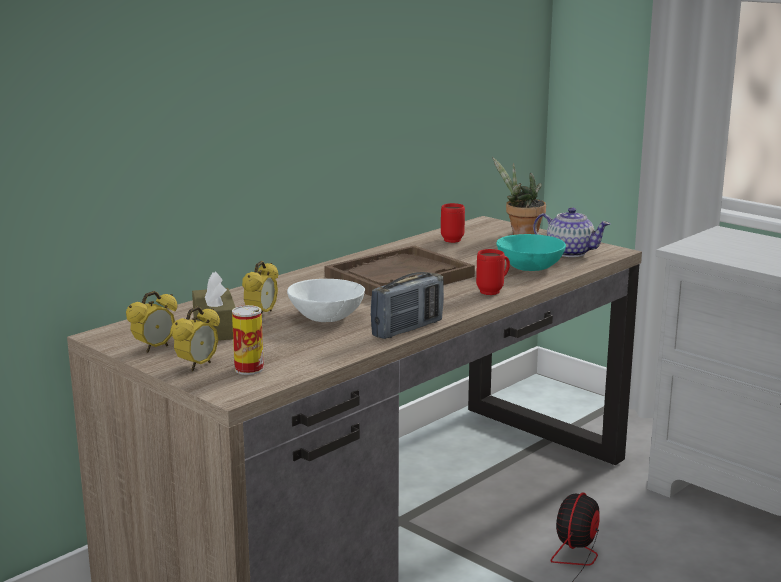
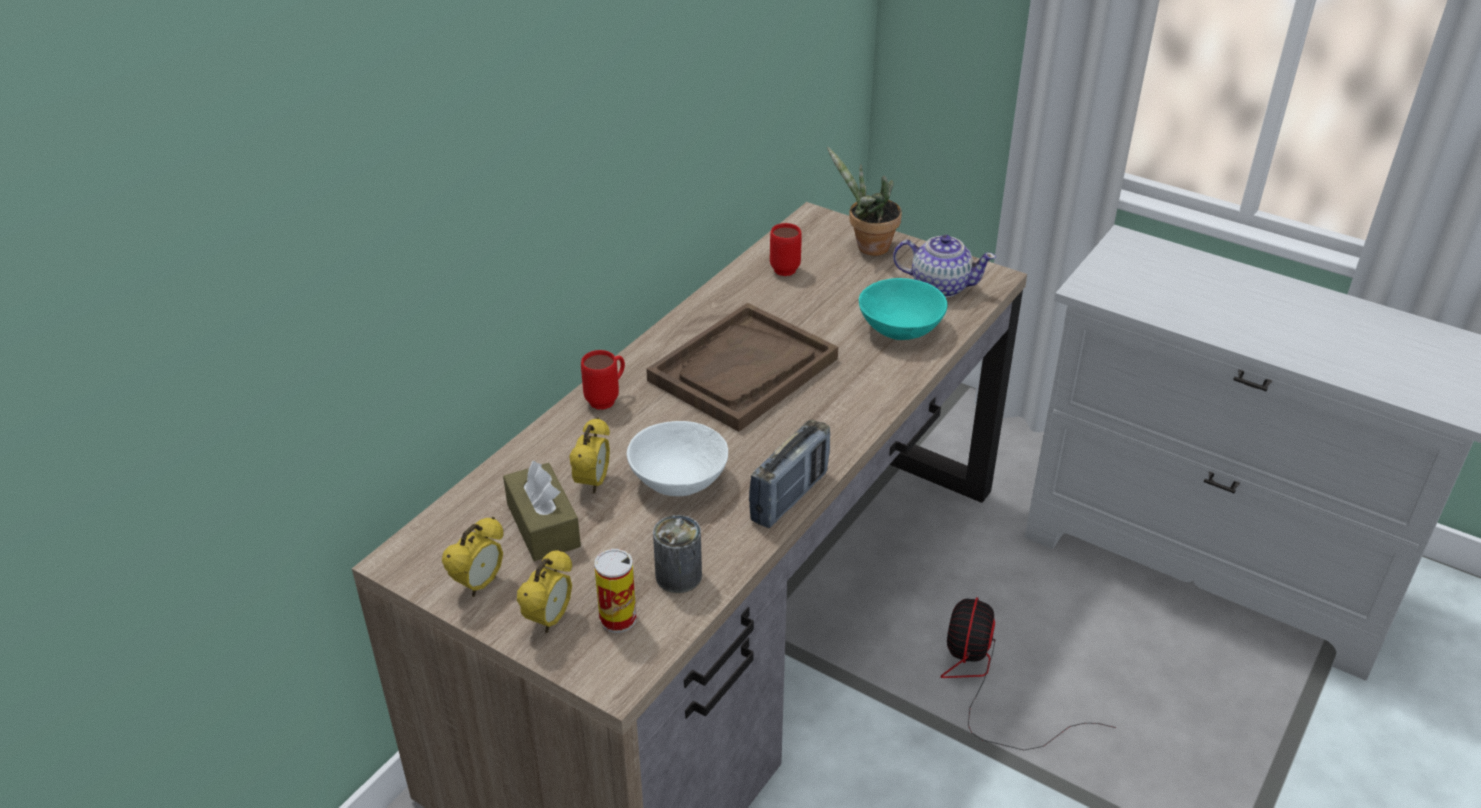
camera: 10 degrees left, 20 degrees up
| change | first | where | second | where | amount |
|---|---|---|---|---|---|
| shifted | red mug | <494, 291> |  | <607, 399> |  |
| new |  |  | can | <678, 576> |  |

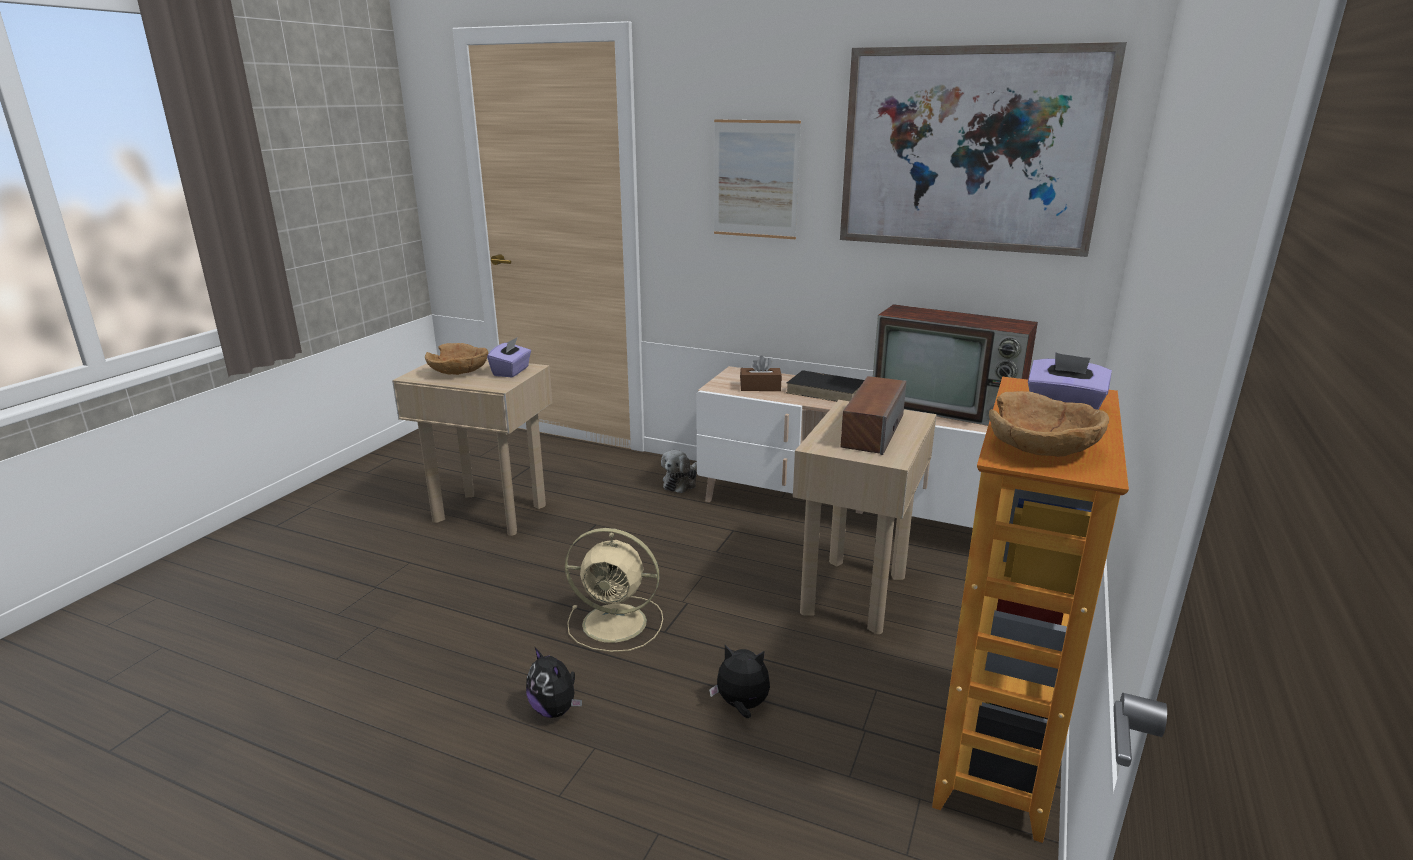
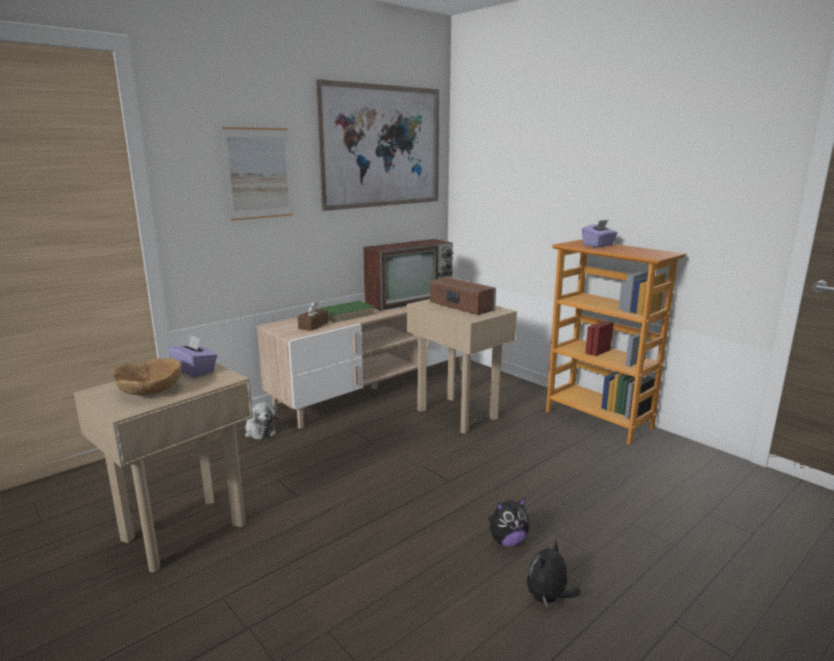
camera: 65 degrees left, 5 degrees down
| change | first | where | second | where | amount |
|---|---|---|---|---|---|
| gone | beige fan | <617, 623> |  |  |  |
| shifted | plush toy | <742, 706> |  | <548, 598> |  |
| repainted | black book | <827, 391> | green book | <346, 314> |  |
| gone | brown bowl | <1042, 447> |  |  |  |

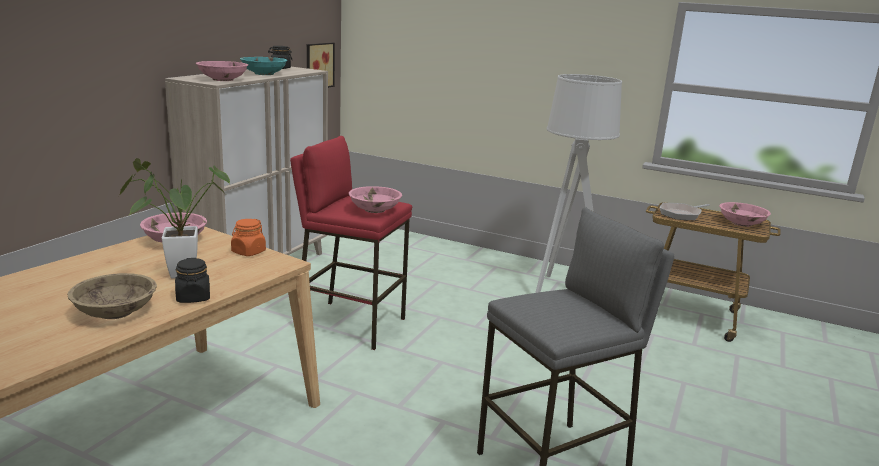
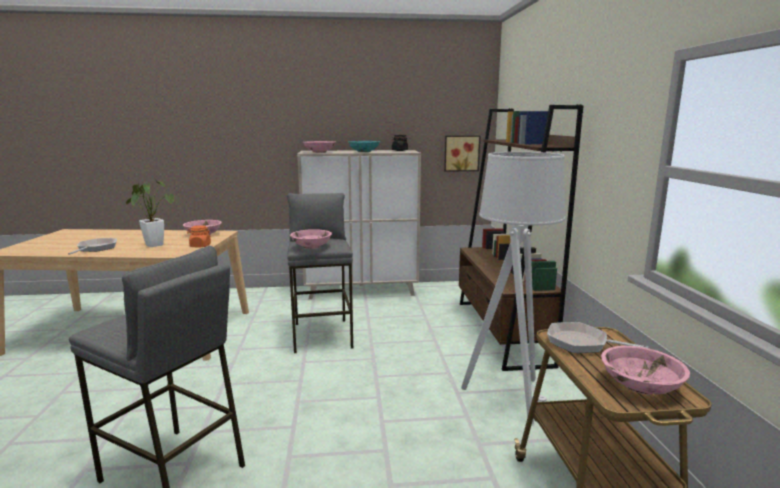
camera: 60 degrees right, 5 degrees down
| change | first | where | second | where | amount |
|---|---|---|---|---|---|
| swapped | beige bowl | <115, 312> | frying pan | <96, 248> |  |
| gone | black jar | <193, 297> |  |  |  |
| repainted | red stool | <350, 324> | grey stool | <322, 335> |  |
| new |  |  | brown bookcase | <501, 331> |  |

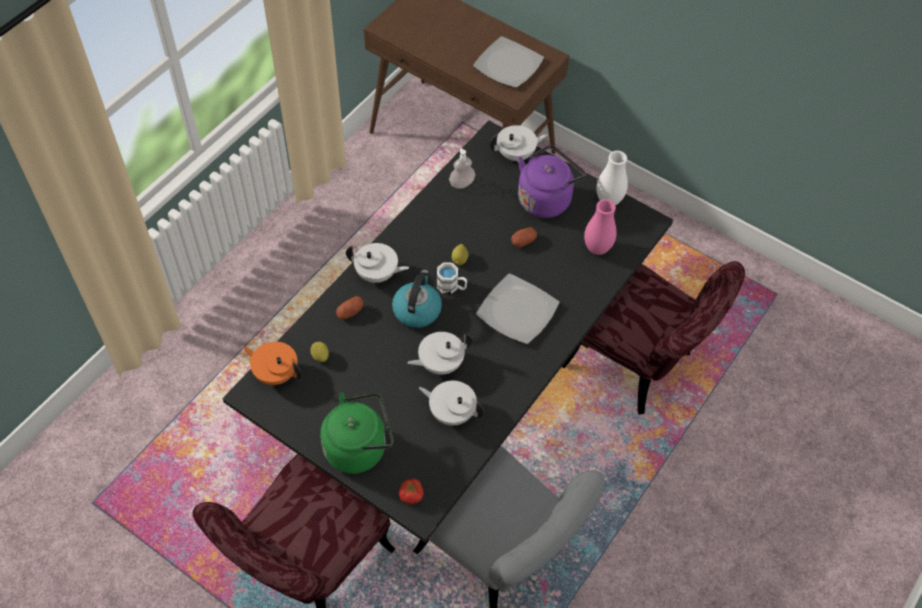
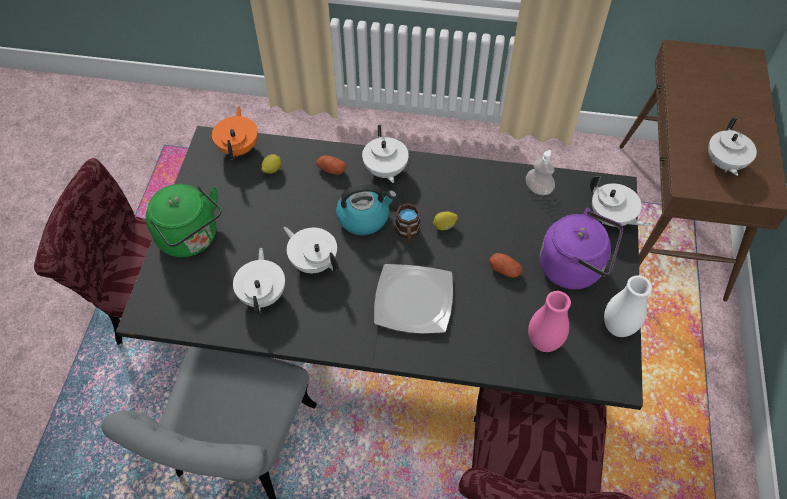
camera: 65 degrees right, 0 degrees up
| change | first | where | second | where | amount |
|---|---|---|---|---|---|
| gone | tomato | <411, 495> |  |  |  |
| repainted | white mug | <451, 287> | brown mug | <408, 233> |  |
| swapped | plate | <508, 65> | white teapot | <723, 164> |  |

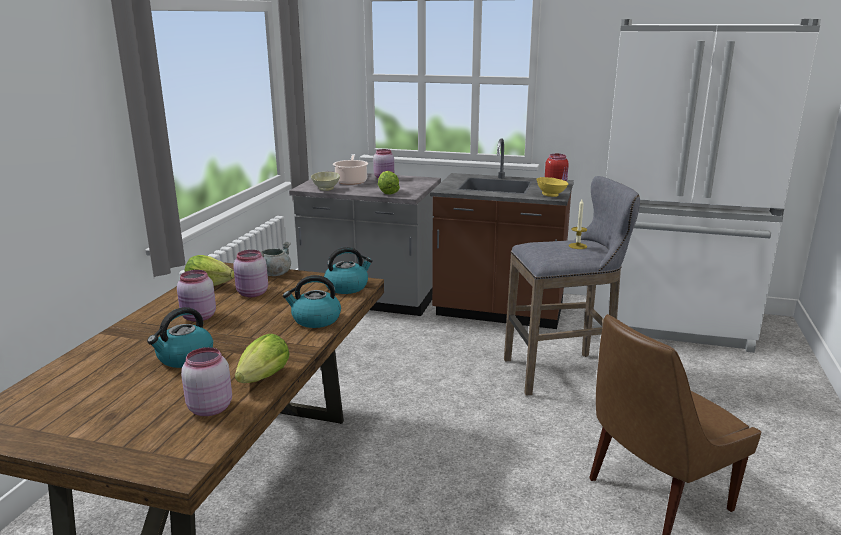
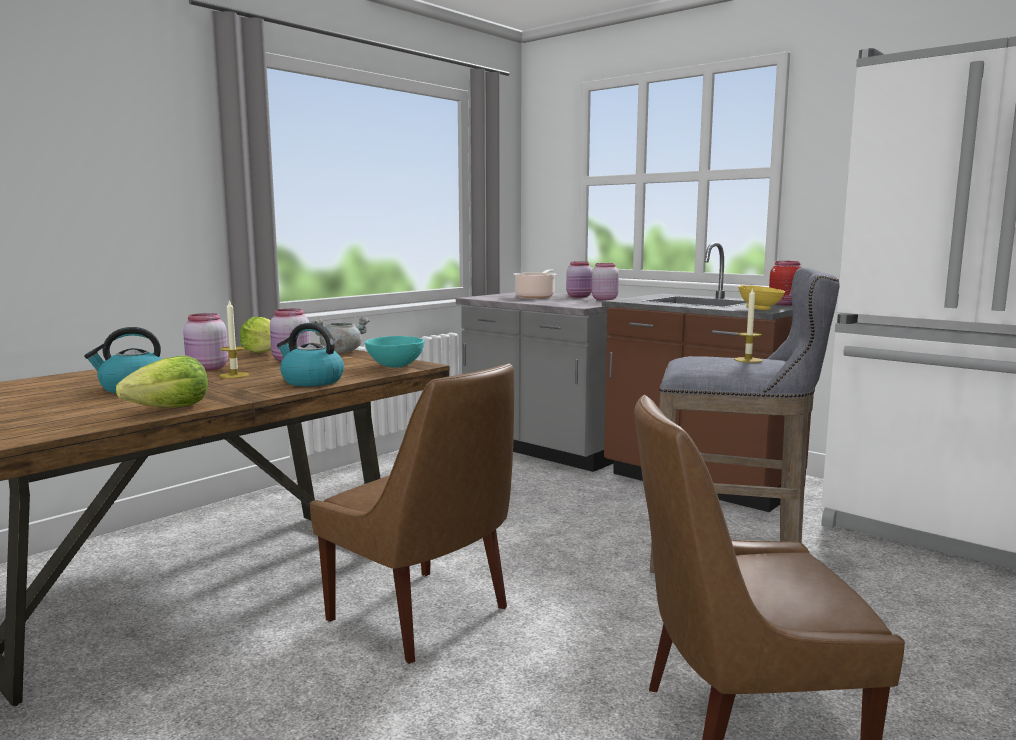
camera: 25 degrees right, 10 degrees down
| change | first | where | second | where | amount |
|---|---|---|---|---|---|
| shifted | pink jar | <209, 408> |  | <603, 299> |  |
| gone | beige bowl | <325, 189> |  |  |  |
| swapped | kettle | <347, 287> | turquoise bowl | <396, 366> |  |
| gone | lettuce | <387, 192> |  |  |  |
| new |  |  | candle | <234, 375> |  |
| new |  |  | brown chair | <423, 616> |  |

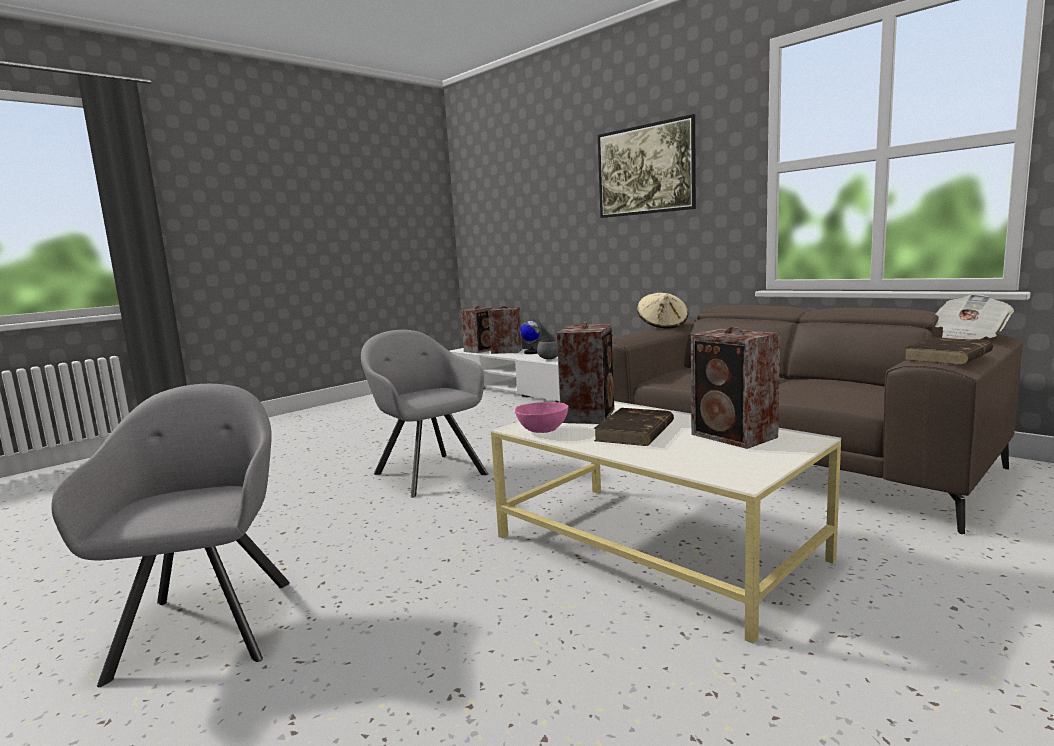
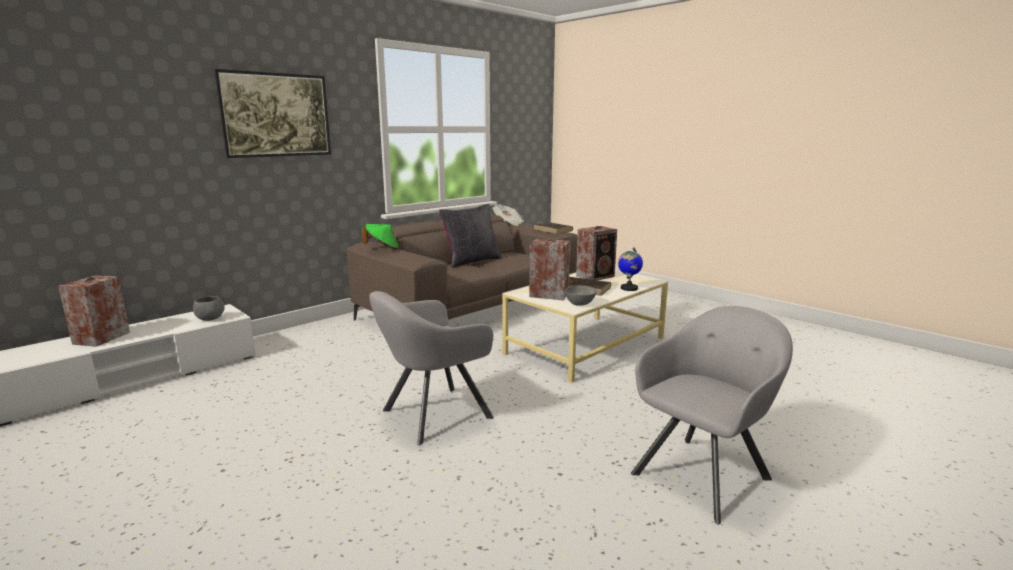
camera: 90 degrees left, 5 degrees up
| change | first | where | second | where | amount |
|---|---|---|---|---|---|
| rotated | grey armchair | <208, 622> |  | <704, 473> | 150 degrees clockwise |
| gone | speaker | <481, 350> |  |  |  |
| repainted | pink bowl | <543, 431> | grey bowl | <580, 303> |  |
| shifted | globe | <531, 352> |  | <628, 288> |  |
| repainted | beige hat | <663, 326> | green hat | <382, 249> |  |
| new |  |  | black pillow | <472, 261> |  |

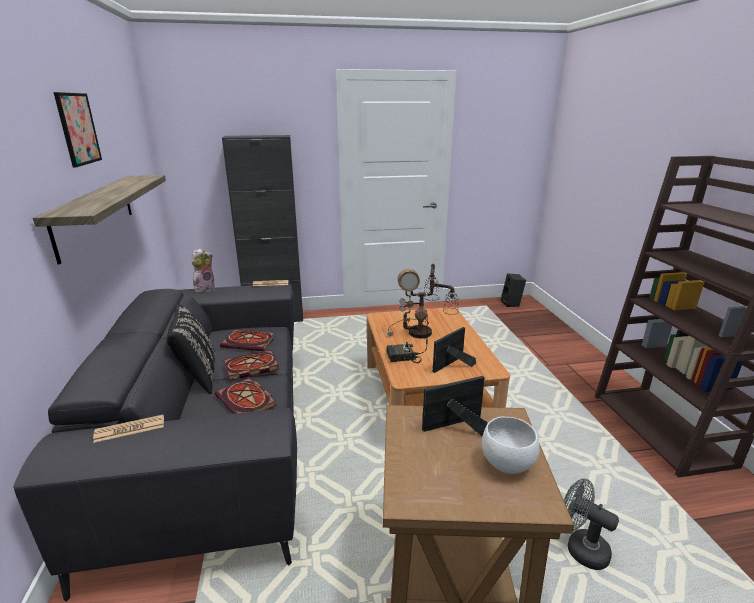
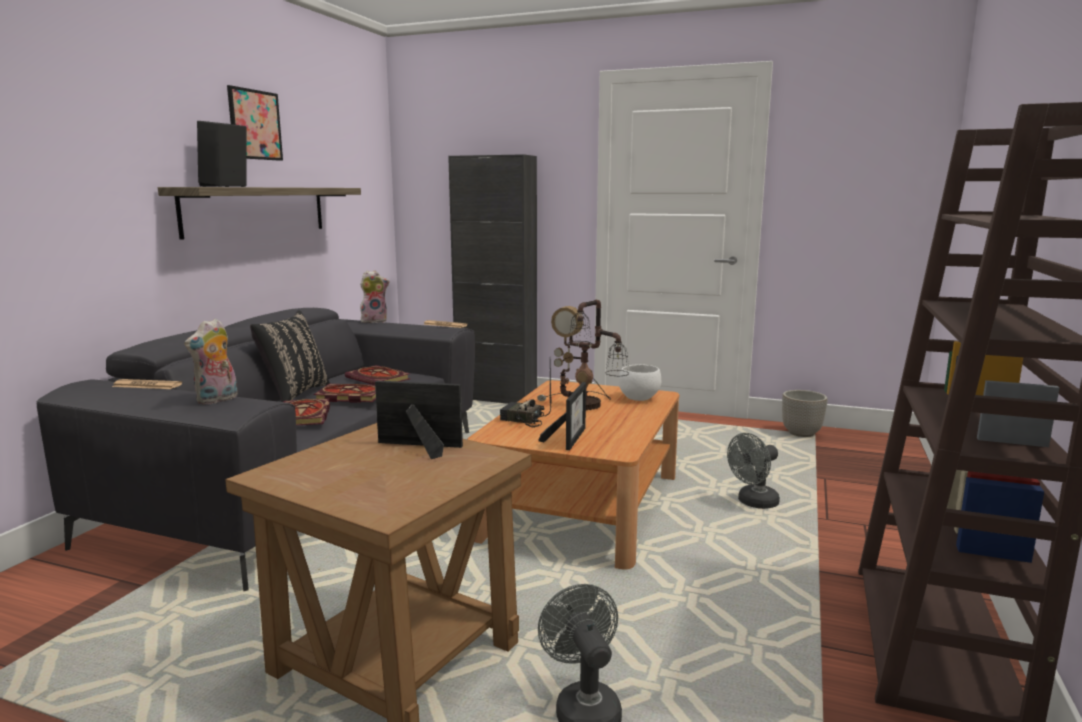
camera: 30 degrees right, 10 degrees down
| change | first | where | second | where | amount |
|---|---|---|---|---|---|
| rotated | picture frame | <451, 366> |  | <569, 437> | 120 degrees clockwise |
| shifted | white bowl | <505, 464> |  | <638, 398> |  |
| shifted | black speaker | <512, 303> |  | <225, 186> |  |
| new |  |  | plush toy | <217, 400> |  |
| new |  |  | grey fan | <753, 503> |  |
| new |  |  | planter | <801, 434> |  |

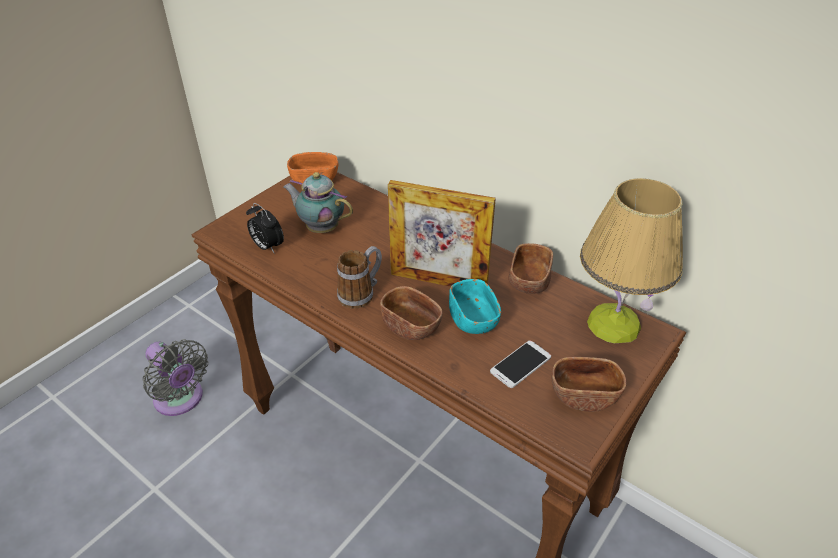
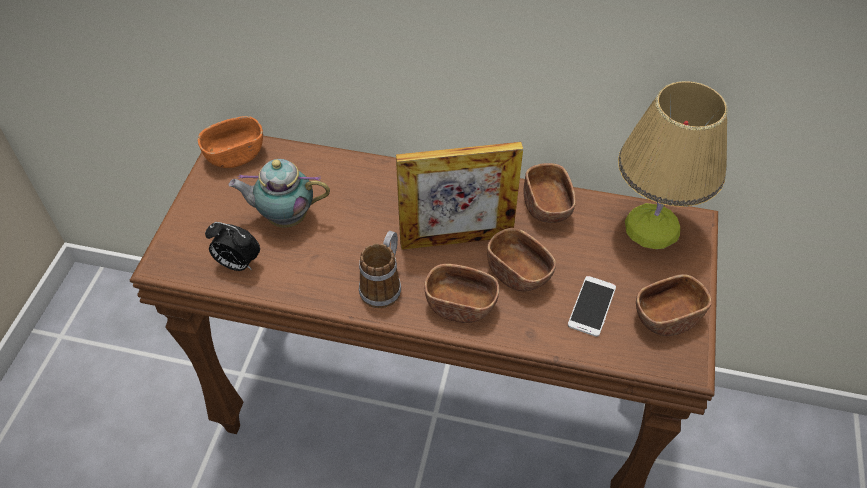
camera: 25 degrees left, 10 degrees up
| change | first | where | second | where | amount |
|---|---|---|---|---|---|
| gone | grey fan | <181, 400> |  |  |  |
| repainted | turquoise bowl | <473, 320> | brown bowl | <518, 273> |  |

